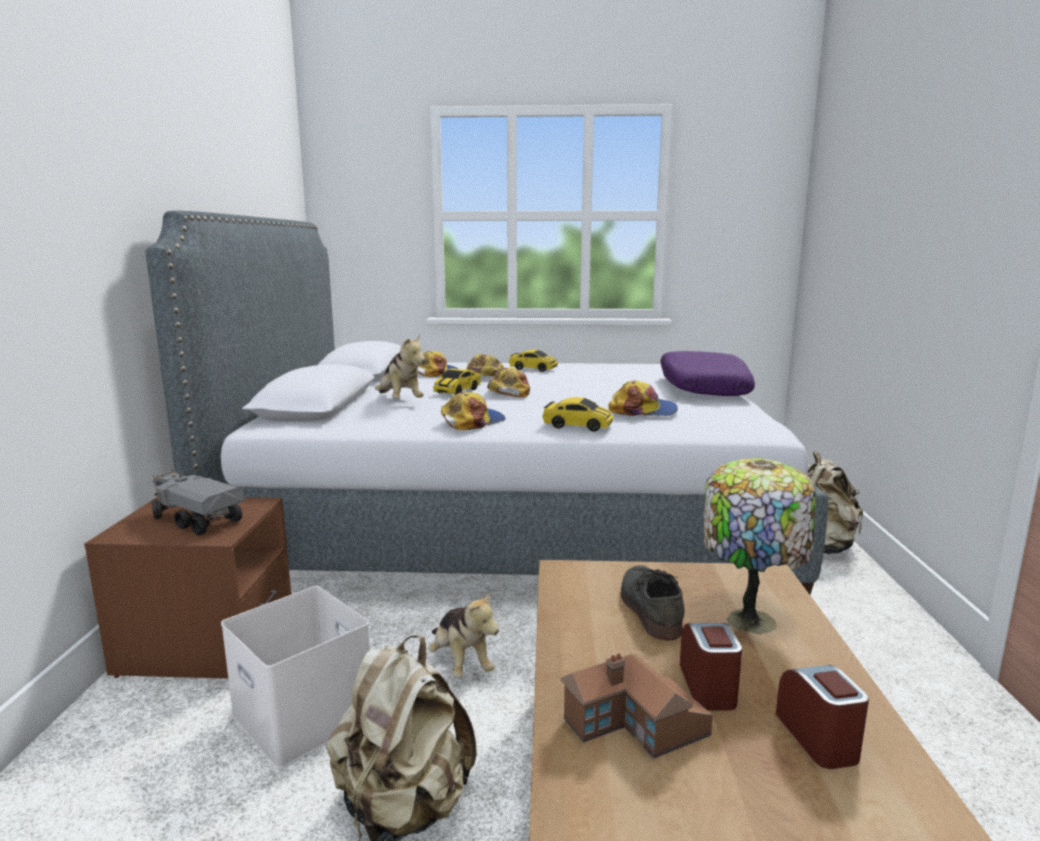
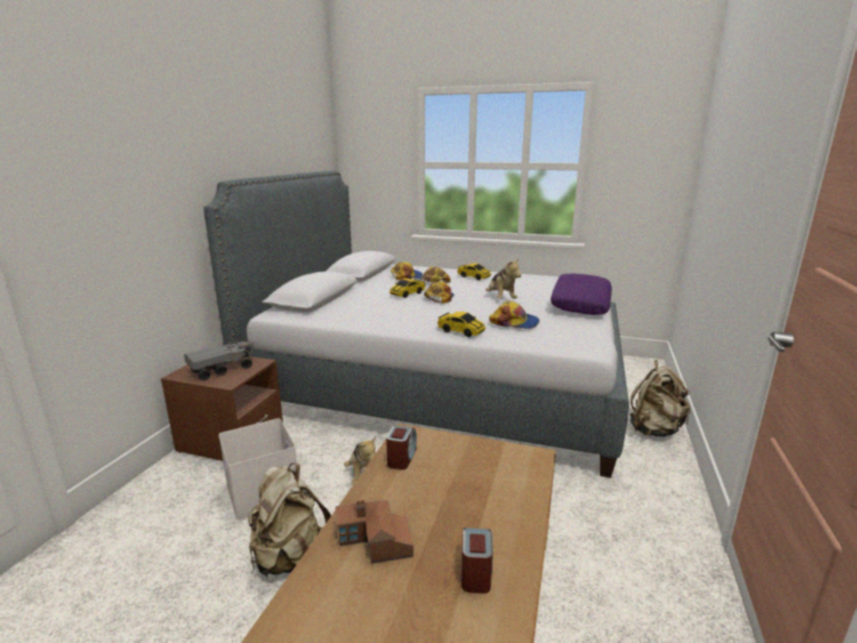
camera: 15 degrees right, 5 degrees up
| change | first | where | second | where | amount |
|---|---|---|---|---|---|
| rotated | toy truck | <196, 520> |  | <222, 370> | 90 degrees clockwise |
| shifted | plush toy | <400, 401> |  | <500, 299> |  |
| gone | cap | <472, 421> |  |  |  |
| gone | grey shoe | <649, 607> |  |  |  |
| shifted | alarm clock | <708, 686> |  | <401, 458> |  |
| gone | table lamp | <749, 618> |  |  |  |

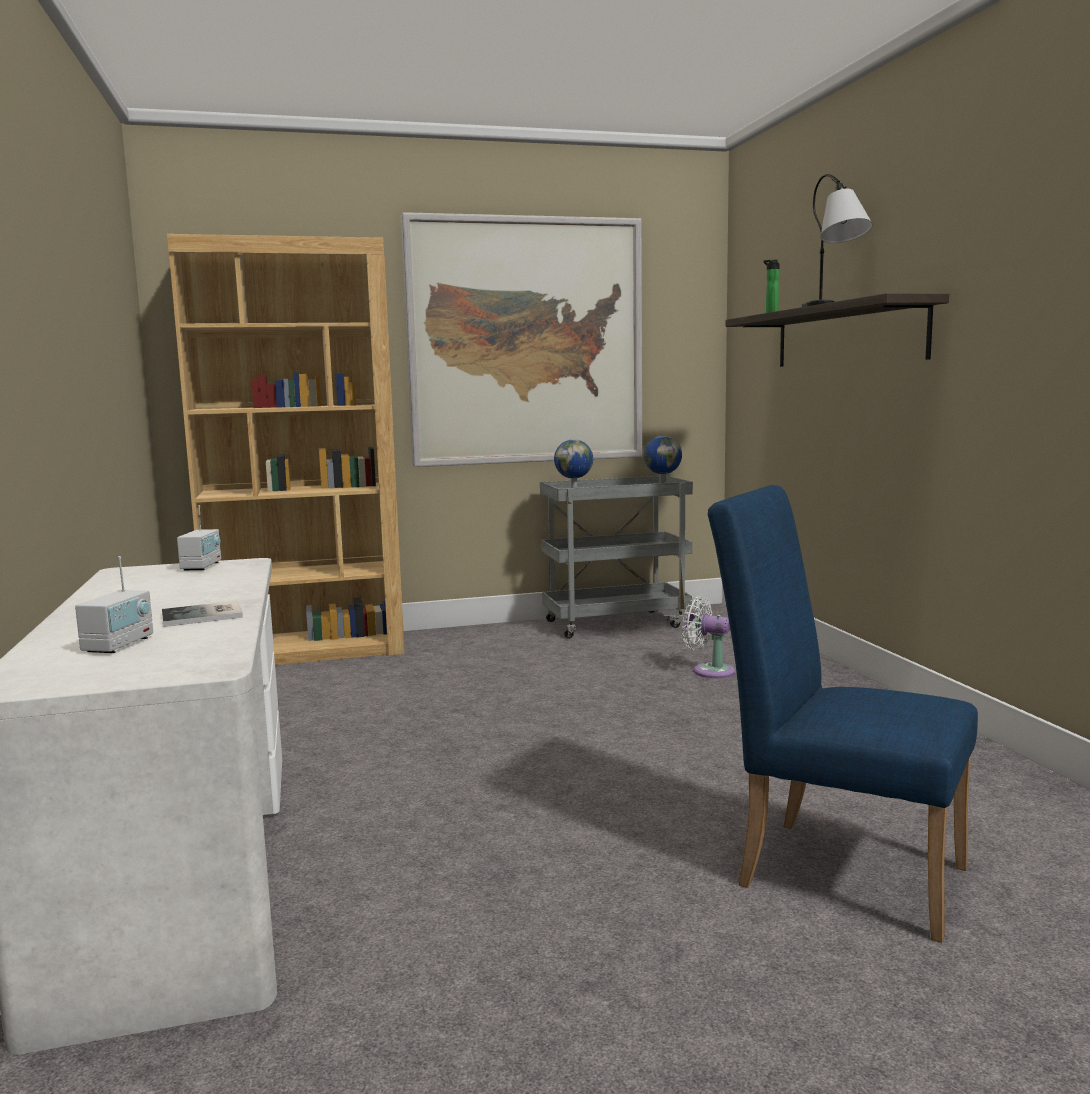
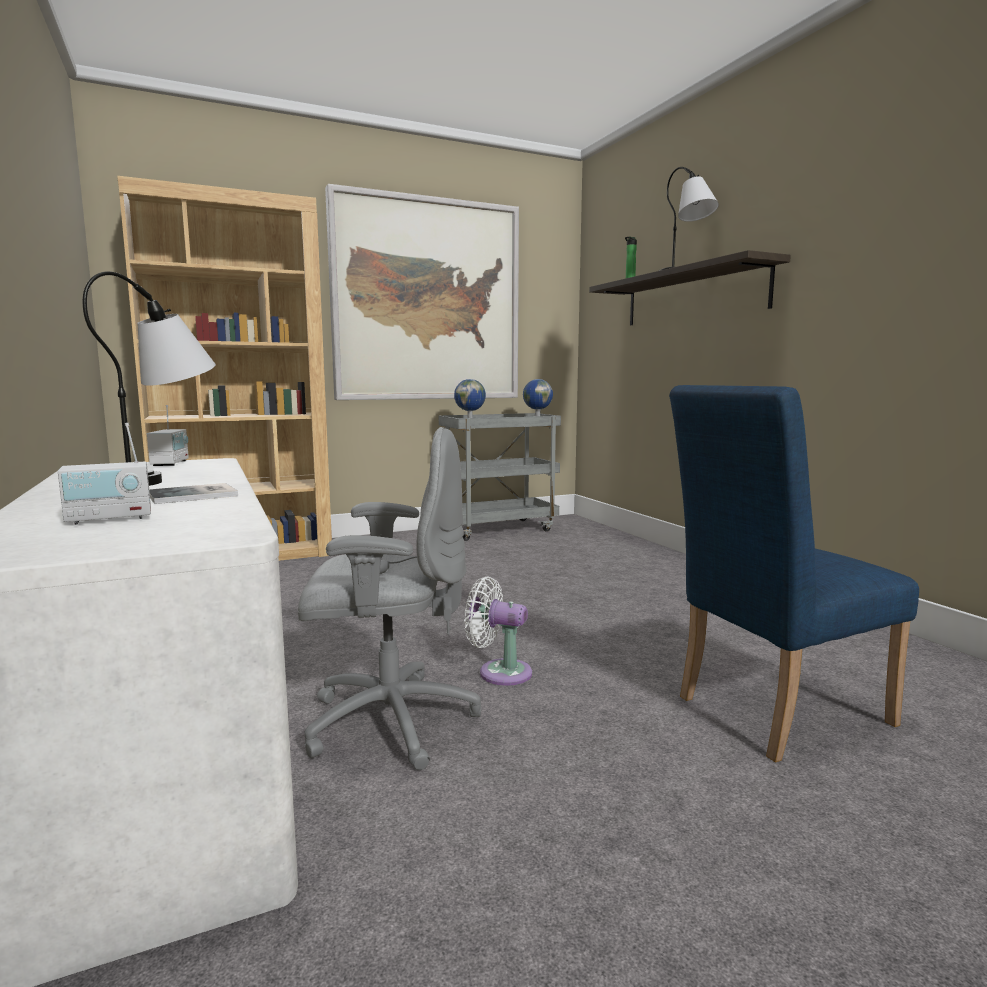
camera: 10 degrees left, 0 degrees up
| change | first | where | second | where | amount |
|---|---|---|---|---|---|
| rotated | radio | <119, 645> |  | <110, 518> | 60 degrees clockwise |
| shifted | white fan | <709, 671> |  | <499, 672> |  |
| rotated | blue chair | <835, 869> |  | <771, 712> | 45 degrees counterclockwise |
| new |  |  | table lamp | <166, 478> |  |
| new |  |  | grey office chair | <388, 721> |  |

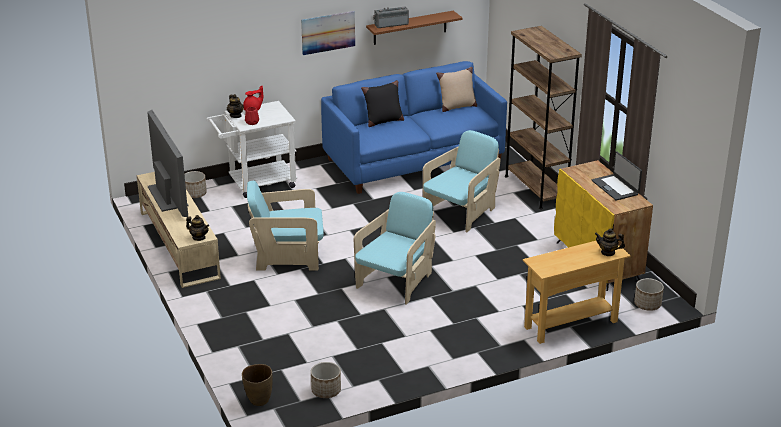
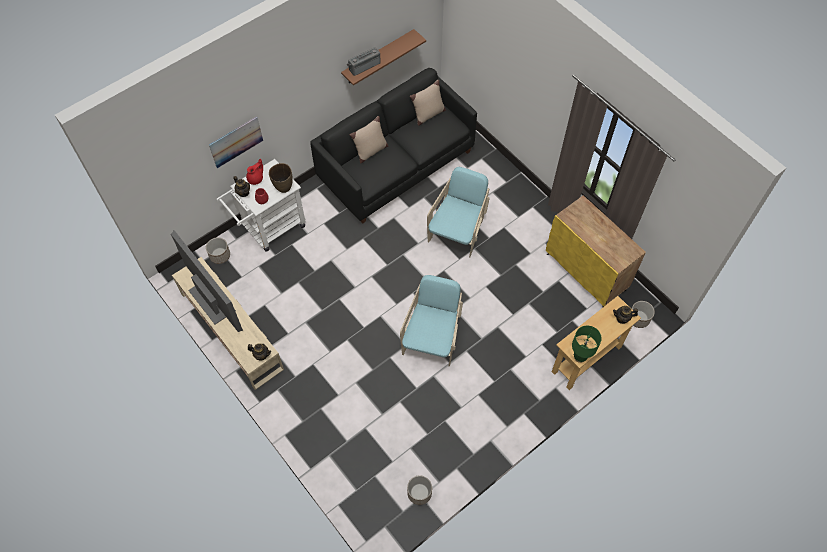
camera: 15 degrees left, 30 degrees up
| change | first | where | second | where | amount |
|---|---|---|---|---|---|
| shifted | brown vase | <259, 401> |  | <283, 187> |  |
| gone | turquoise armchair | <288, 256> |  |  |  |
| shifted | picture | <328, 32> |  | <236, 142> |  |
| repainted | blue sofa | <413, 161> | black sofa | <395, 165> |  |
| repainted | black pillow | <383, 121> | beige pillow | <370, 151> |  |
| gone | brown bookcase | <536, 189> |  |  |  |
| gone | laptop | <615, 187> |  |  |  |
| new |  |  | green table lamp | <580, 357> |  |

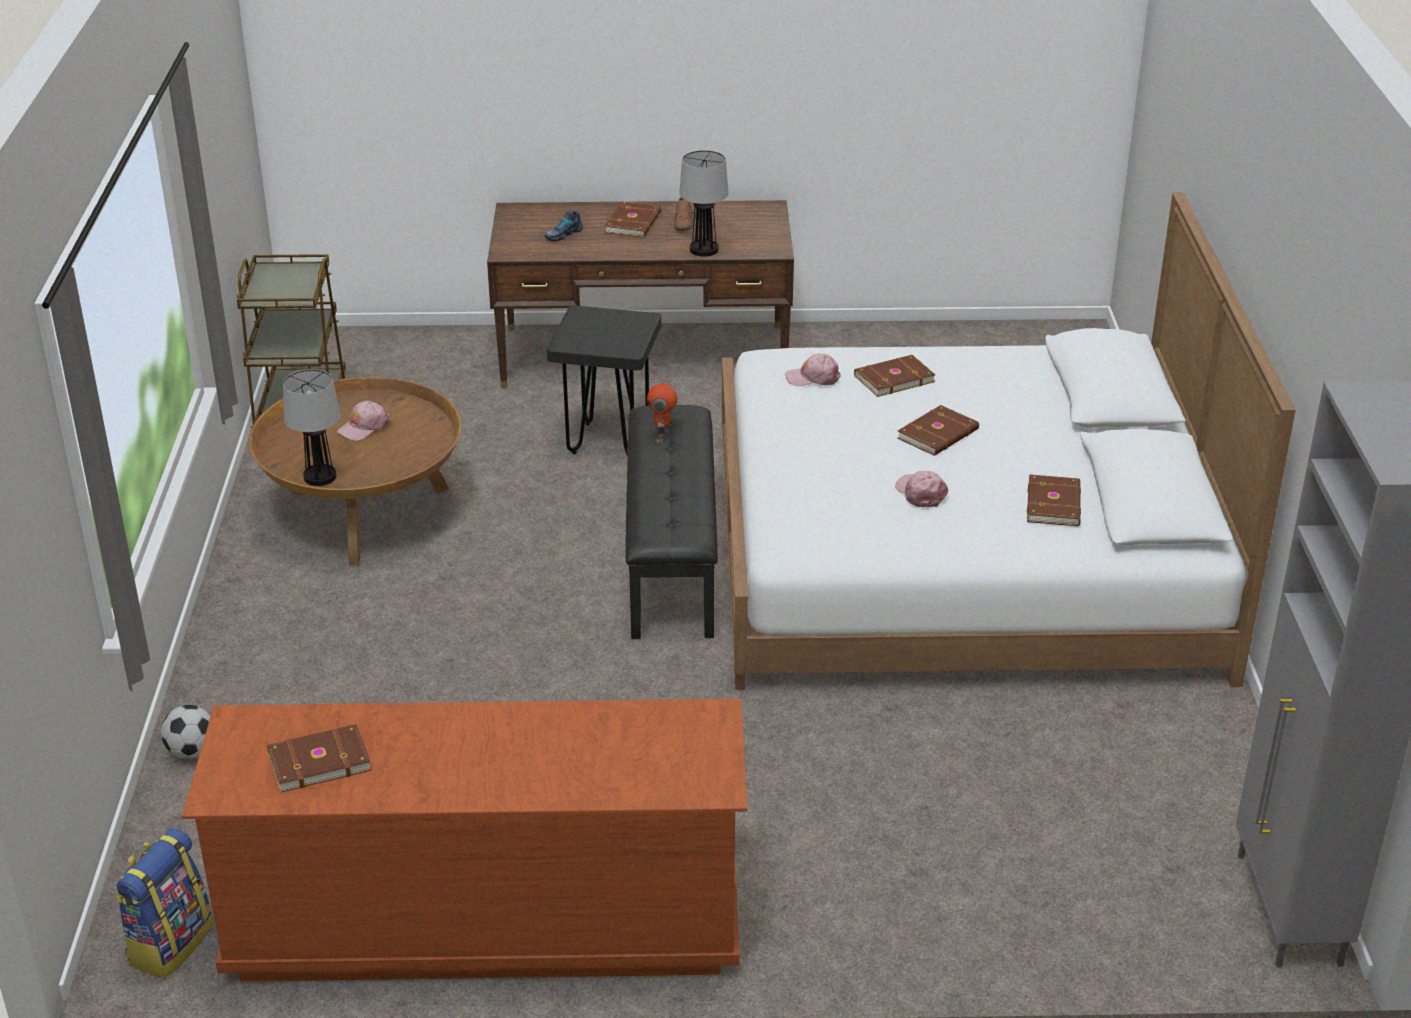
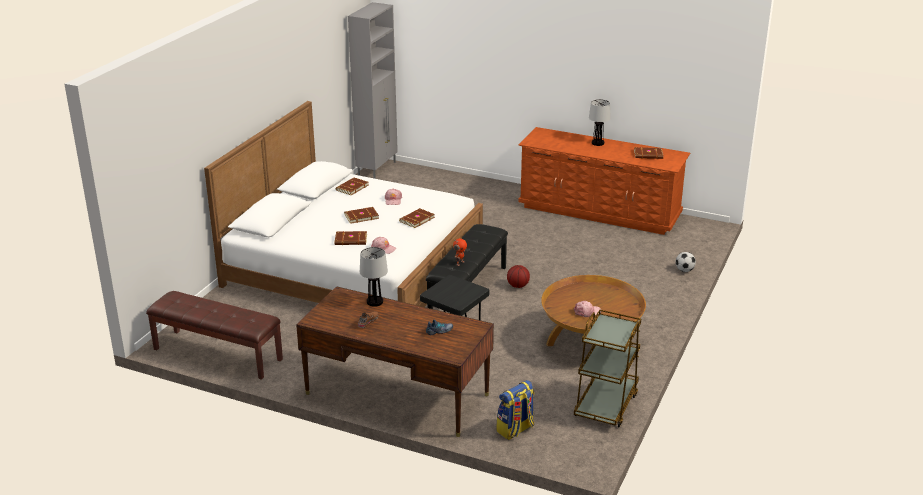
camera: 155 degrees left, 5 degrees down
| change | first | where | second | where | amount |
|---|---|---|---|---|---|
| shifted | backpack | <169, 944> |  | <515, 430> |  |
| shifted | table lamp | <319, 477> |  | <598, 143> |  |
| shifted | brown book | <634, 223> |  | <416, 219> |  |
| new |  |  | brown bench | <217, 354> |  |
| new |  |  | basketball | <518, 286> |  |

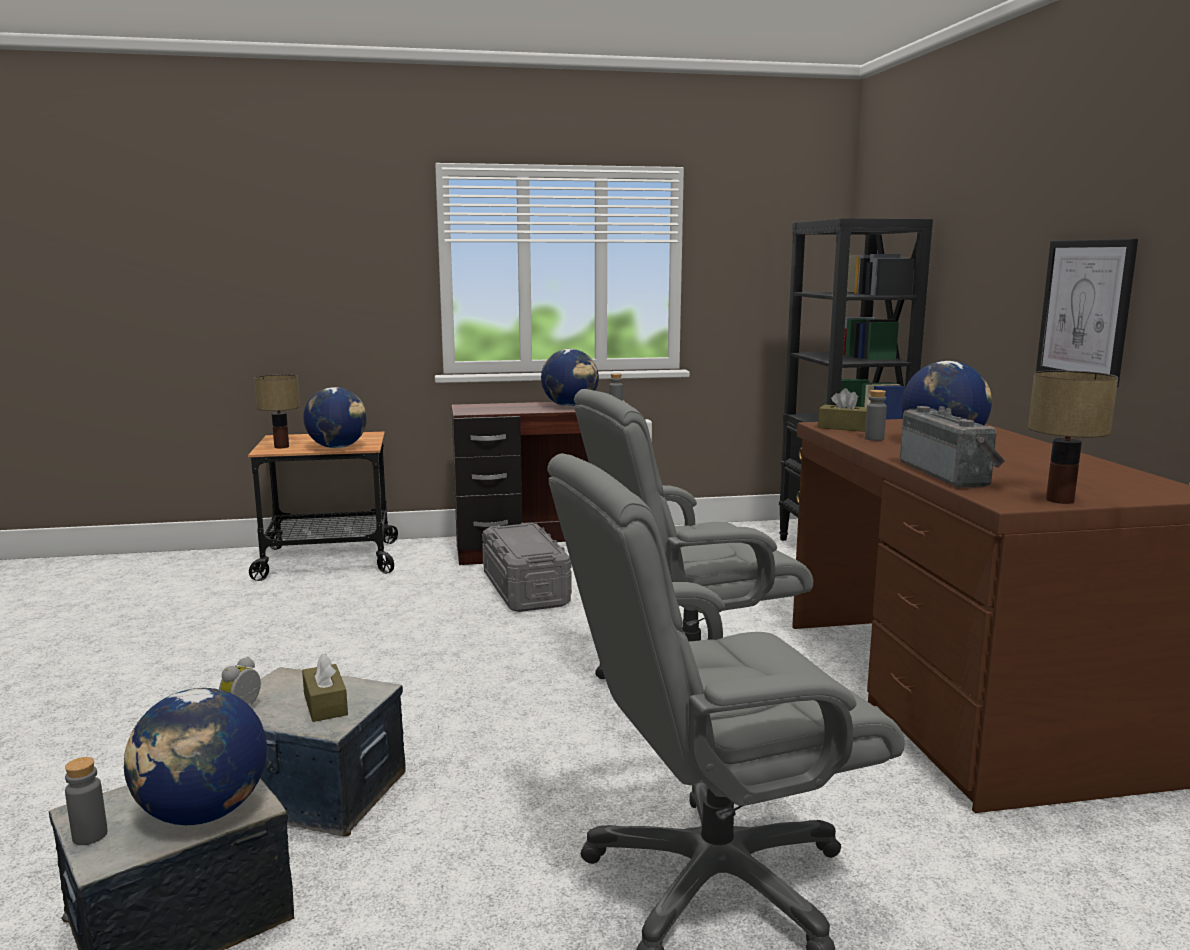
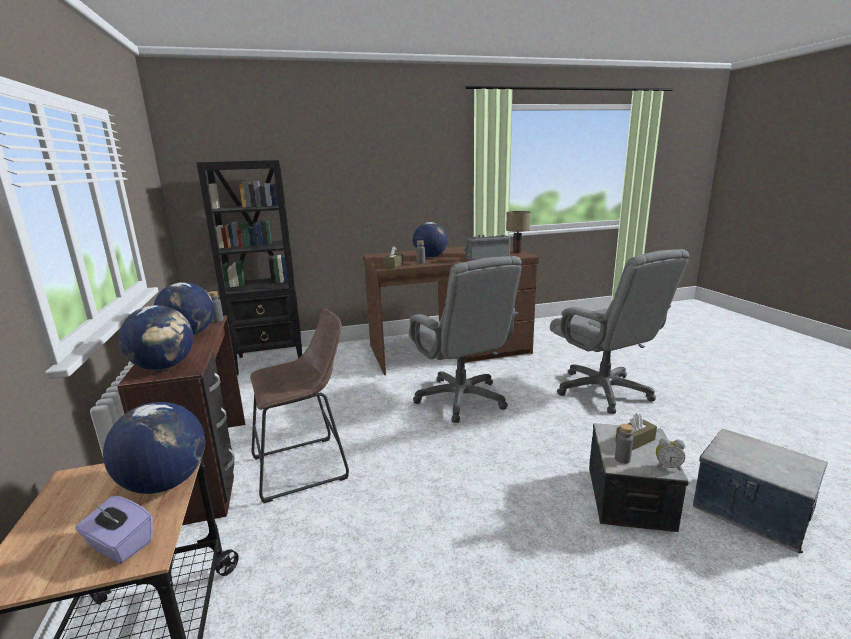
camera: 95 degrees left, 5 degrees up
| change | first | where | second | where | amount |
|---|---|---|---|---|---|
| shifted | grey bottle | <90, 835> |  | <622, 459> |  |
| shifted | globe | <203, 813> |  | <164, 367> |  |
| swapped | table lamp | <281, 447> | purple tissue box | <120, 545> |  |
| swapped | grey storage box | <525, 589> | brown stool | <306, 466> |  |
| gone | picture | <1085, 310> |  |  |  |

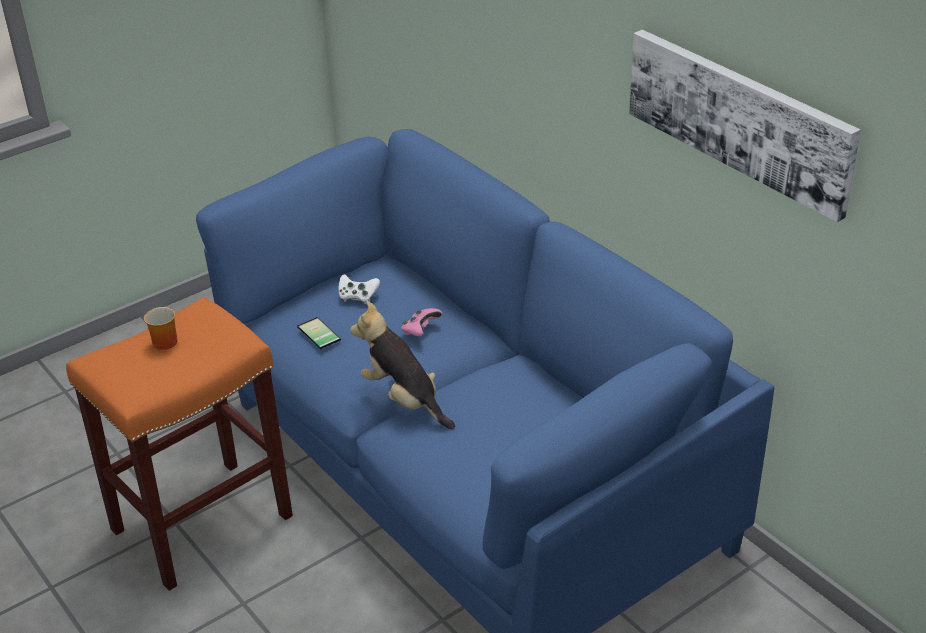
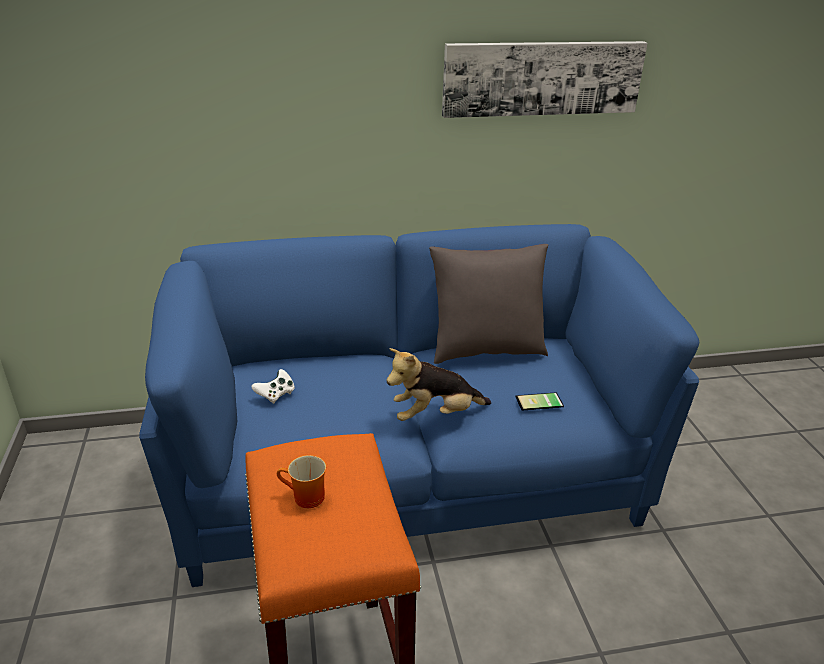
camera: 65 degrees left, 5 degrees down
| change | first | where | second | where | amount |
|---|---|---|---|---|---|
| shifted | phone | <316, 334> |  | <540, 403> |  |
| gone | pink game controller | <420, 331> |  |  |  |
| new |  |  | grey pillow | <485, 350> |  |

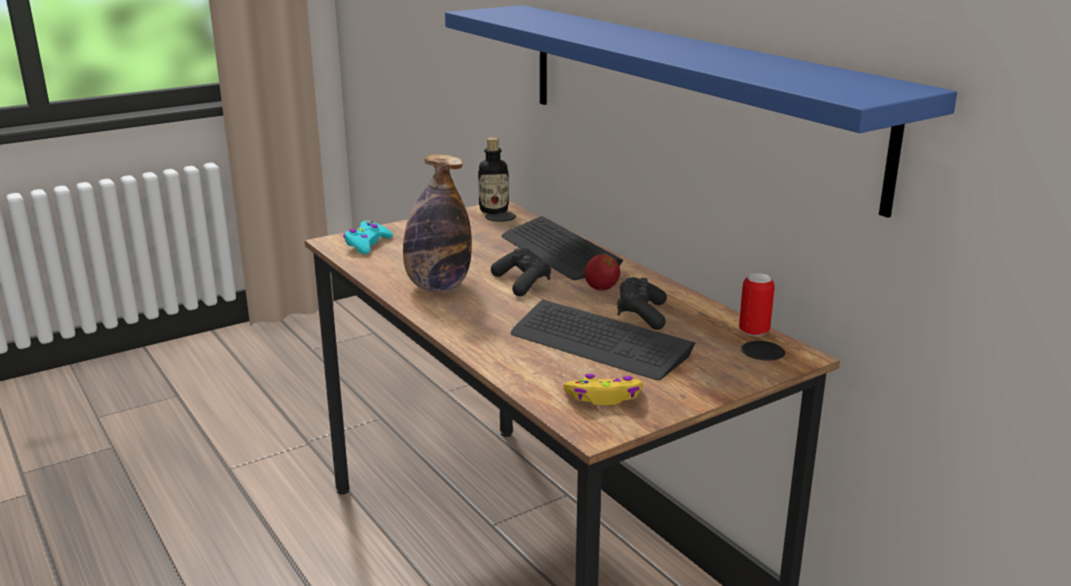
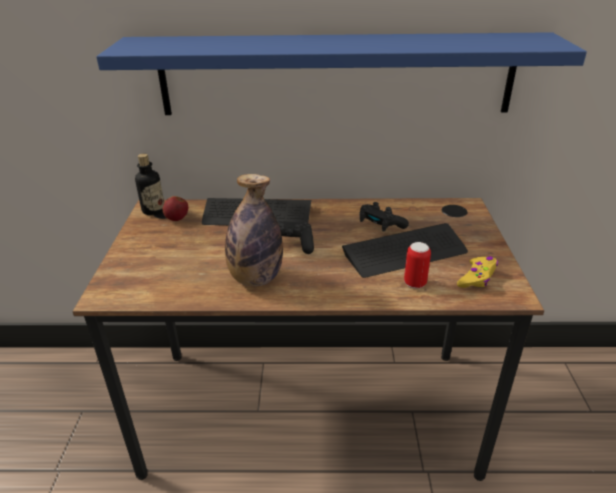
camera: 55 degrees left, 10 degrees up
| change | first | where | second | where | amount |
|---|---|---|---|---|---|
| gone | turquoise game controller | <367, 244> |  |  |  |
| shifted | apple | <601, 288> |  | <177, 219> |  |
| shifted | can | <754, 332> |  | <415, 283> |  |

